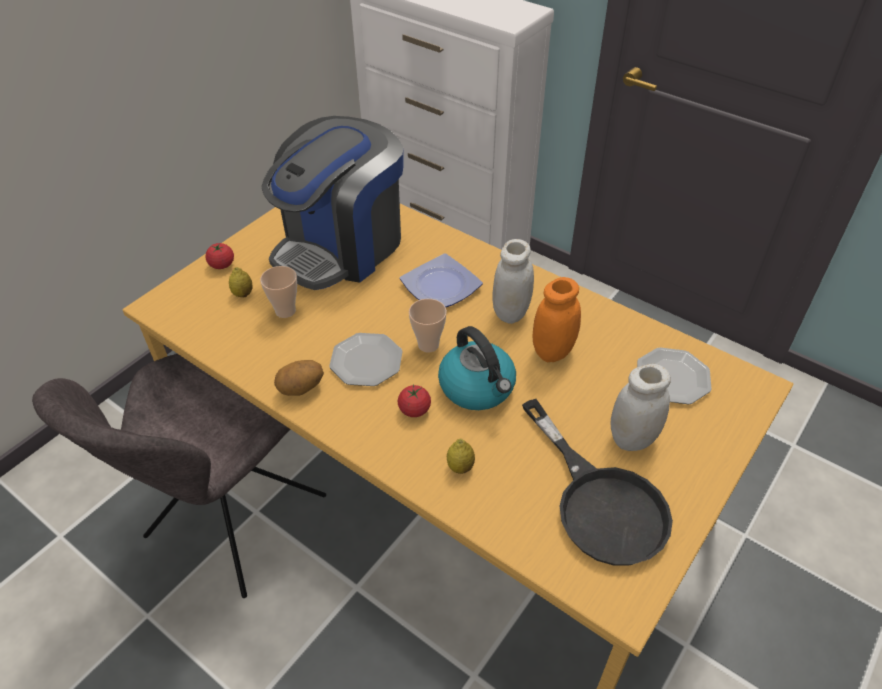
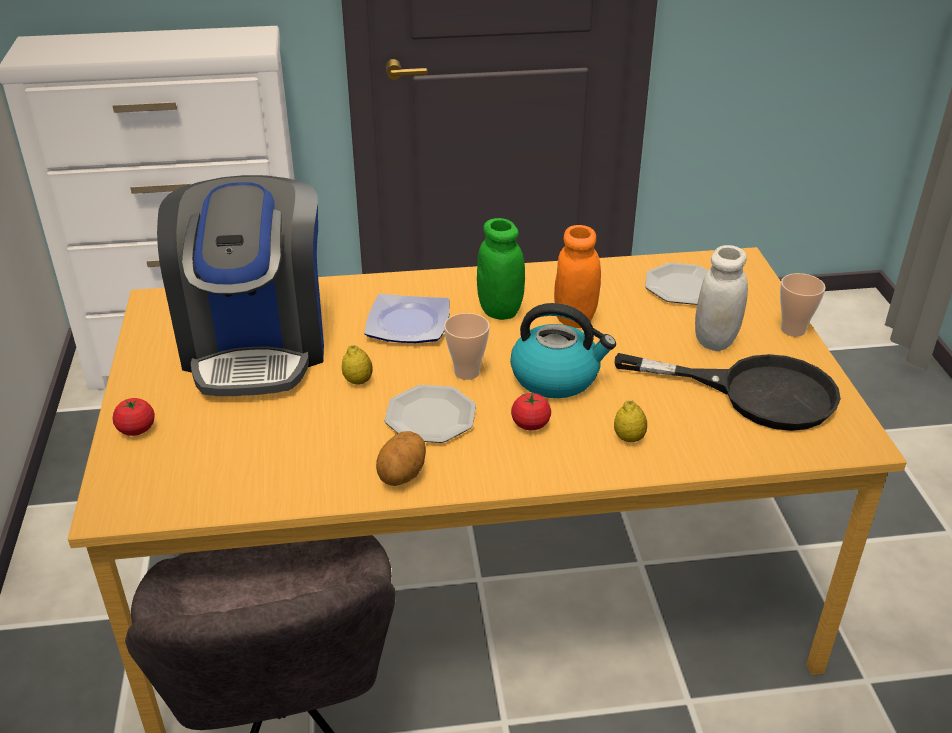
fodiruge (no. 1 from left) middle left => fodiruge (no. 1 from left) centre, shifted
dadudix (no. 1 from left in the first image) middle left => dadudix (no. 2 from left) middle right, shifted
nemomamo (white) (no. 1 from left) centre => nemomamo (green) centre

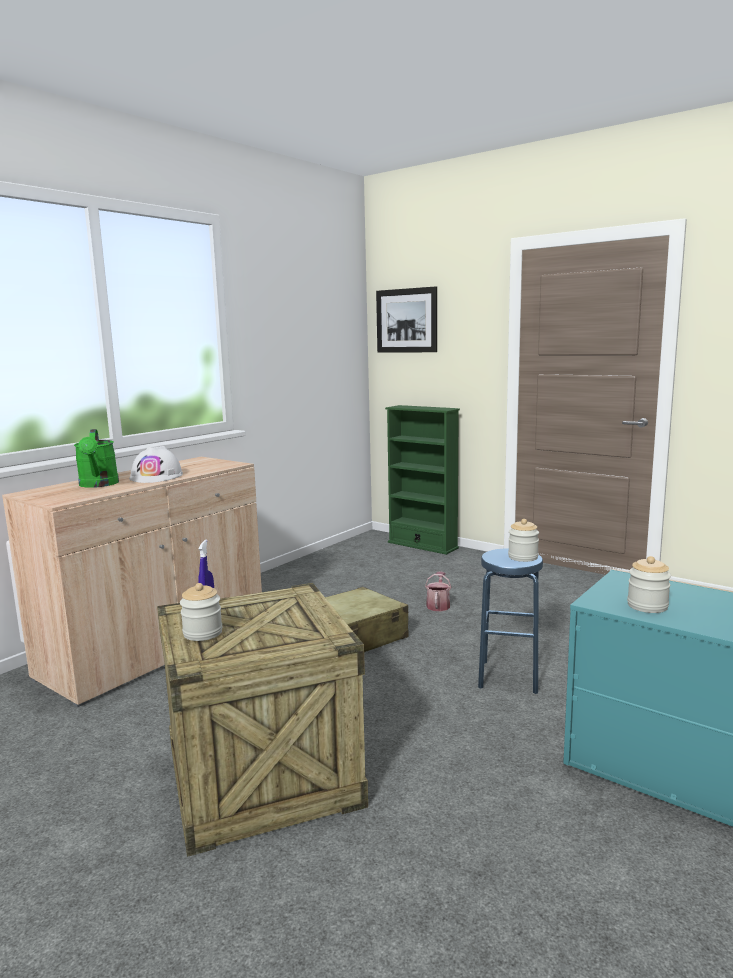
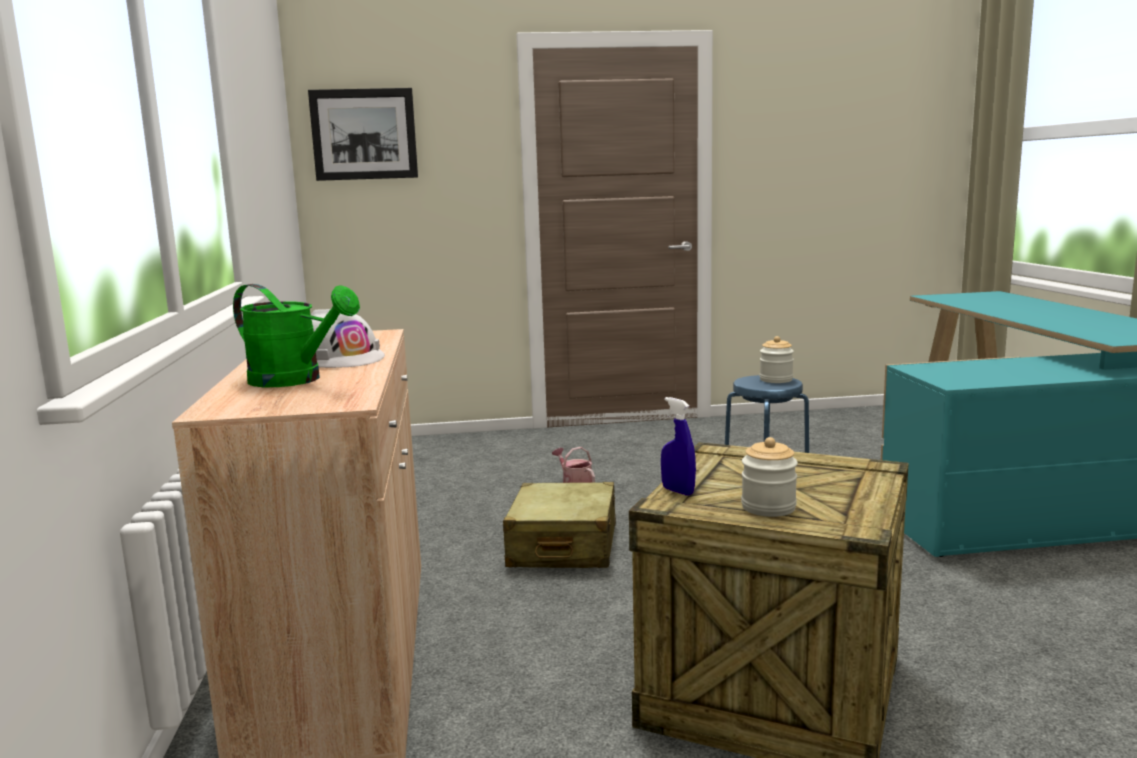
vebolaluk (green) centre => nothing
nemomamo (no. 3 from left) middle right => nothing

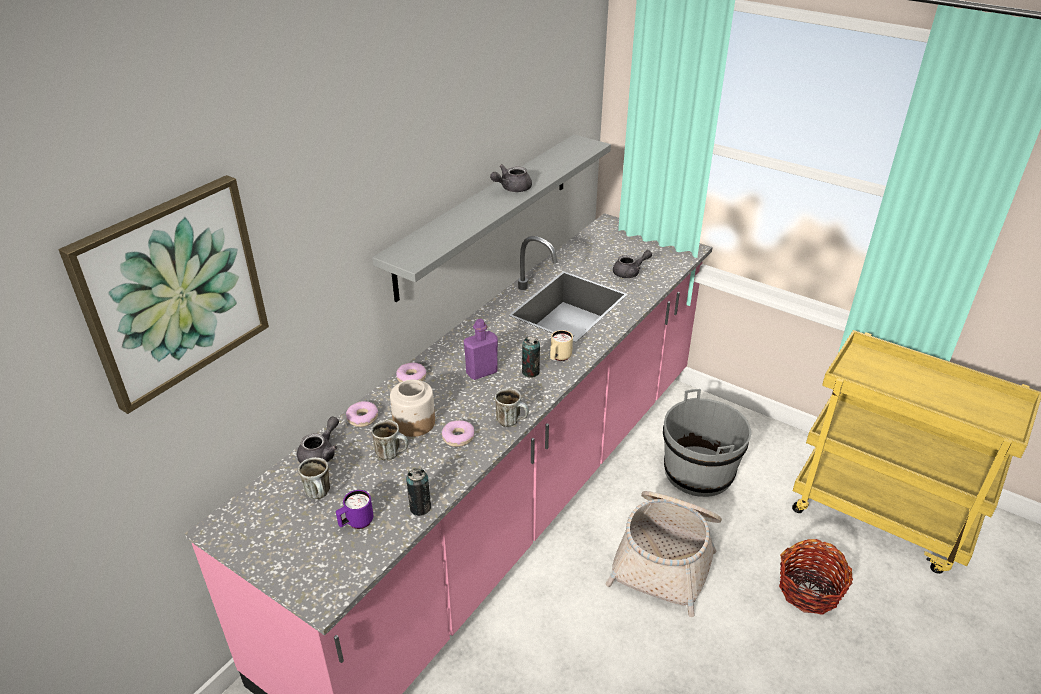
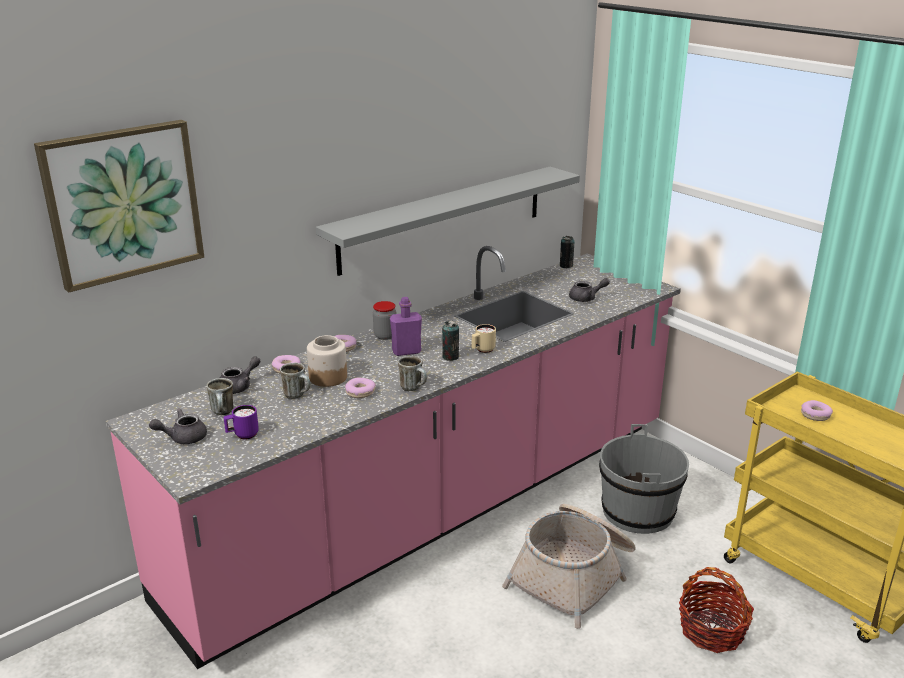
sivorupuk (no. 1 from left in the first image) bottom centre => sivorupuk (no. 2 from left) centre, shifted
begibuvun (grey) (no. 2 from left in the first image) top centre => begibuvun (grey) (no. 1 from left) middle left, shifted
nothing => nemomamo (no. 2 from left) centre
nothing => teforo (no. 4 from left) middle right

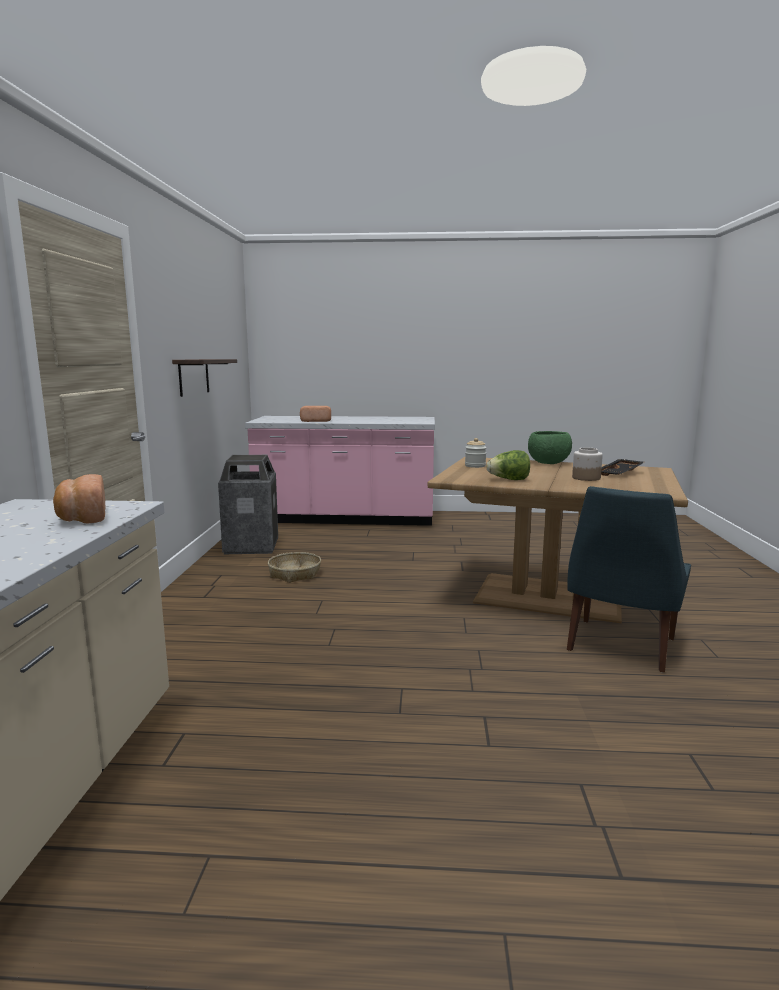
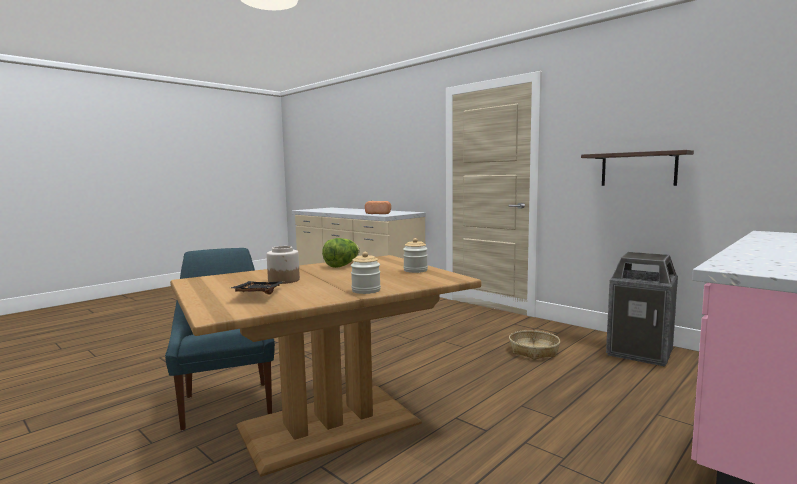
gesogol (no. 2 from left) centre => nothing
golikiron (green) middle right => nemomamo (no. 2 from left) centre

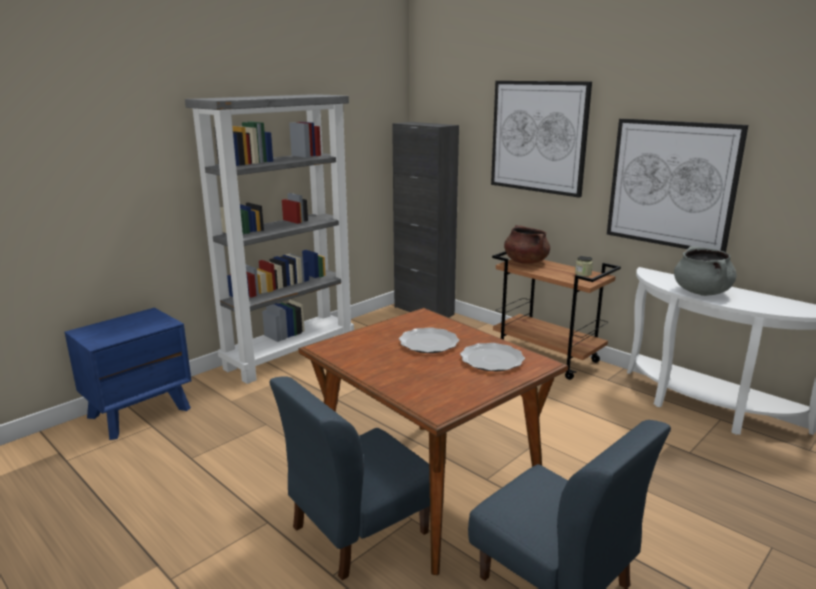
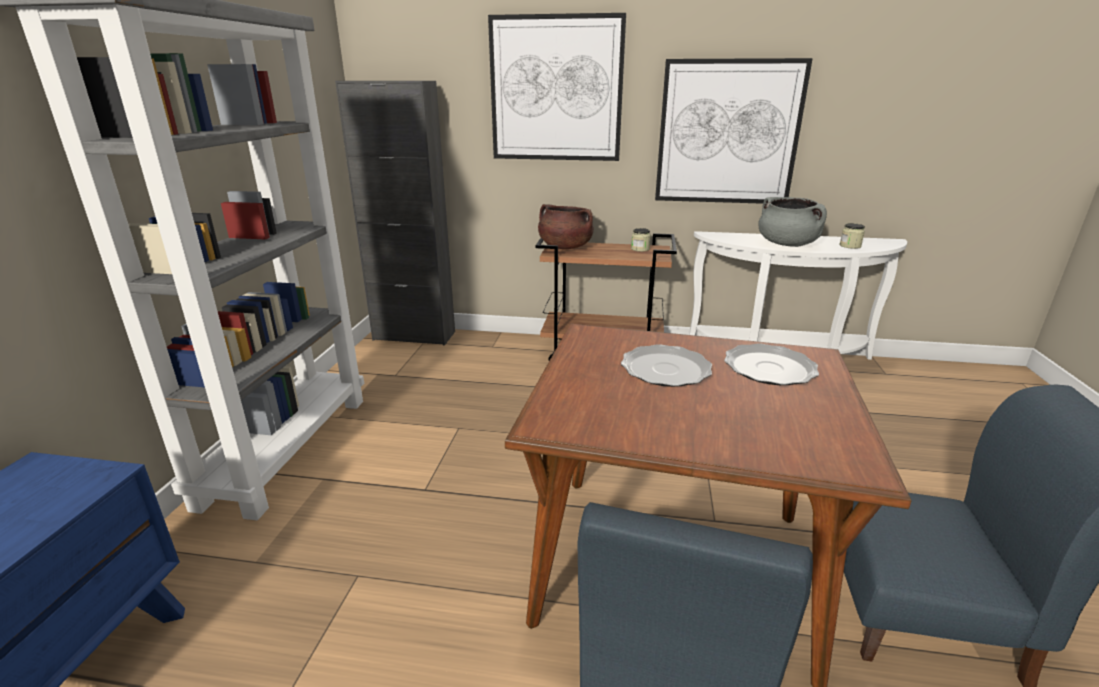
nothing => nemomamo (no. 2 from left) middle right

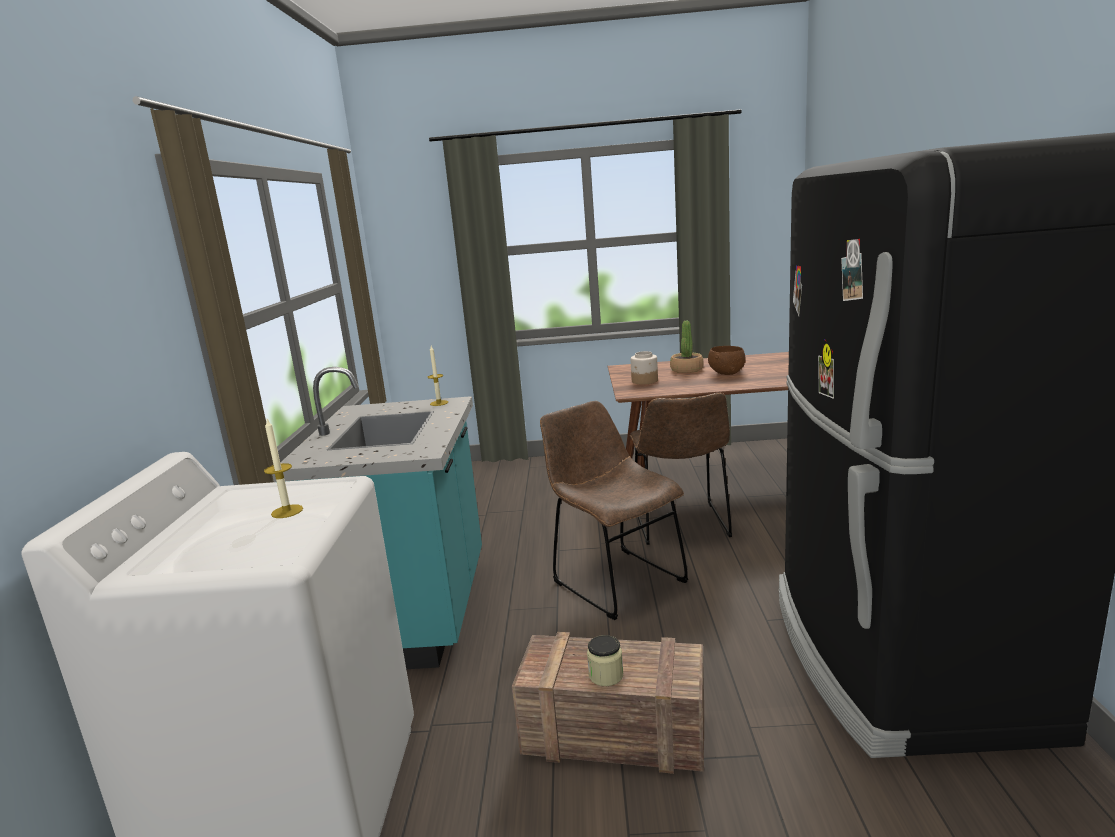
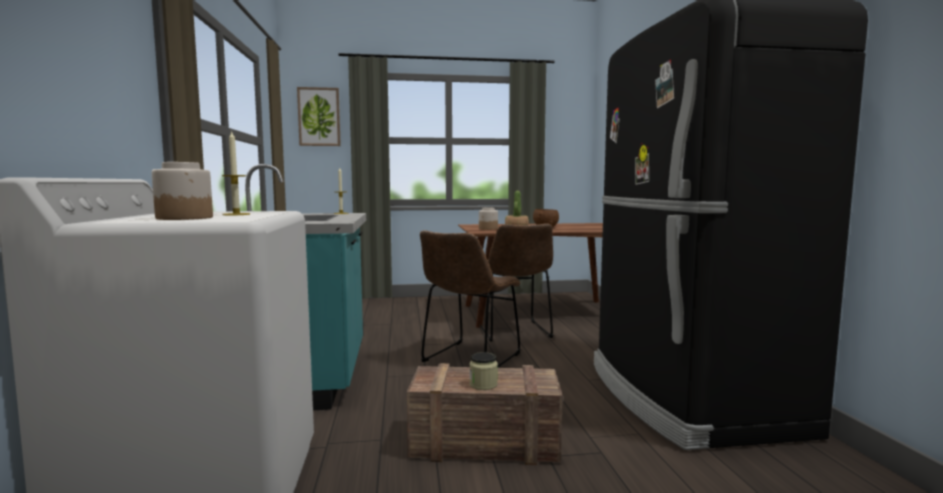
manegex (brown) (no. 1 from left) centre, 105 degrees counterclockwise
nothing => nemomamo (no. 1 from left) middle left
nothing => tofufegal top centre

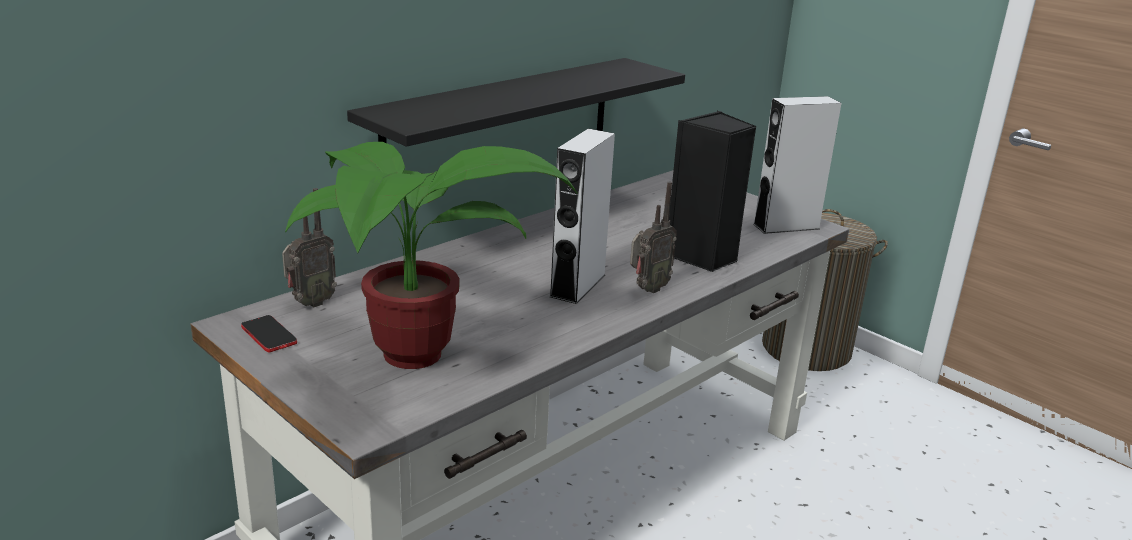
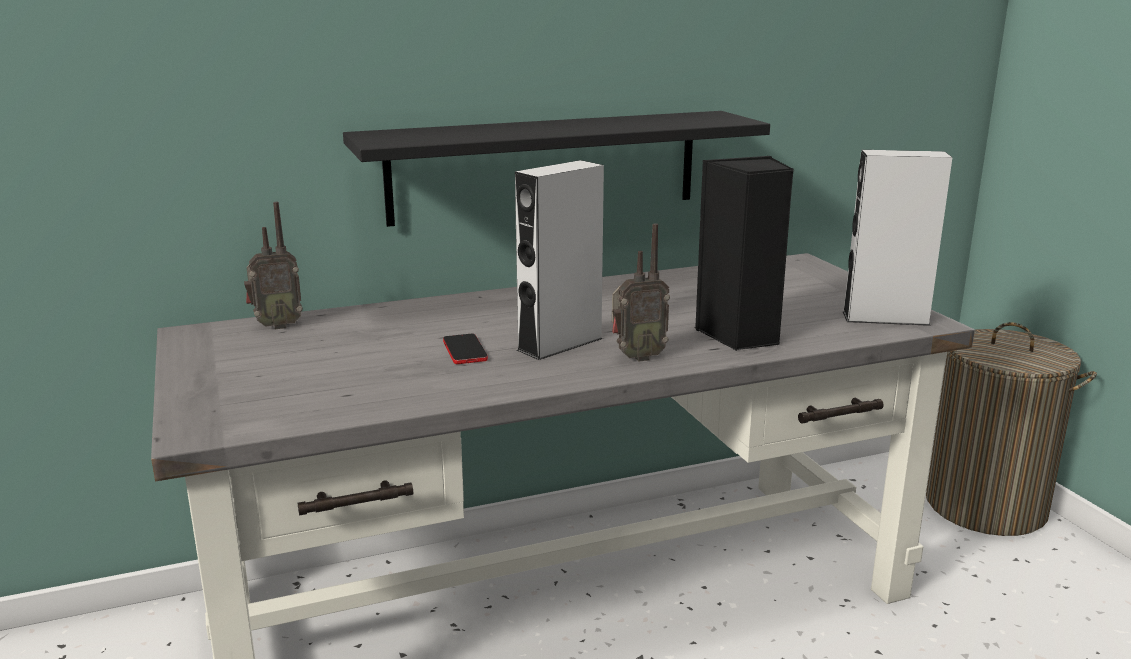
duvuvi middle left => duvuvi centre, shifted
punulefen centre => nothing

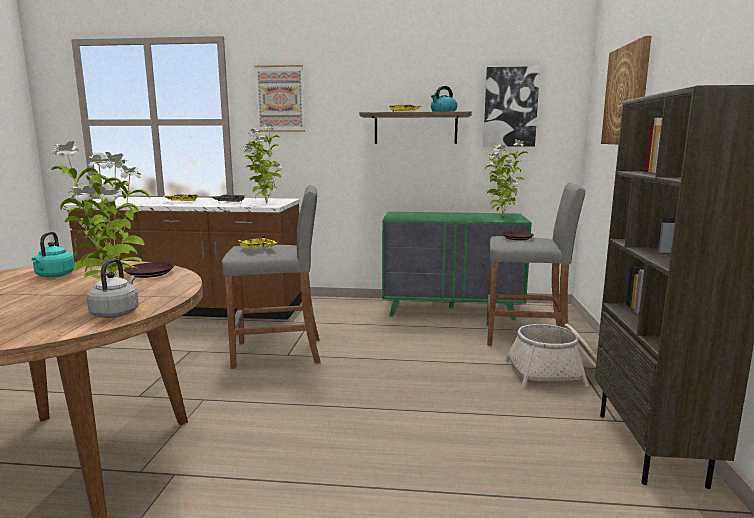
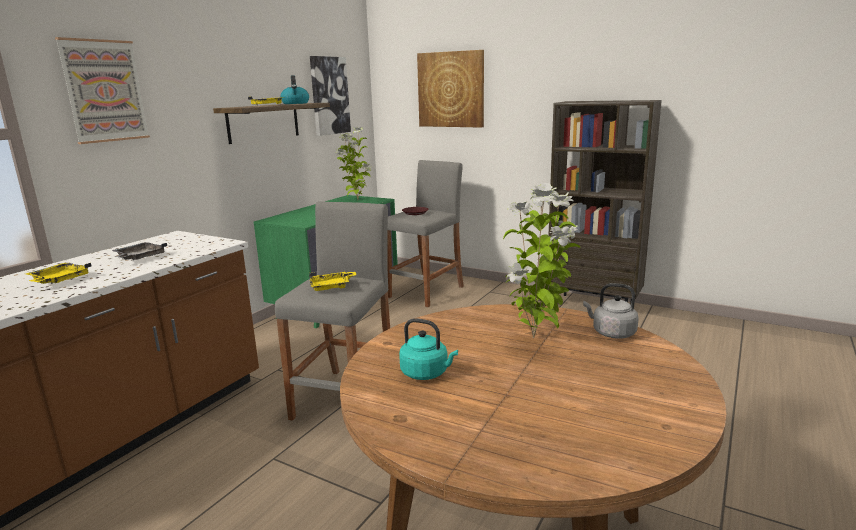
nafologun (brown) (no. 1 from left) middle left => nothing
punulefen (no. 2 from left) top centre => nothing
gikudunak bottom right => nothing

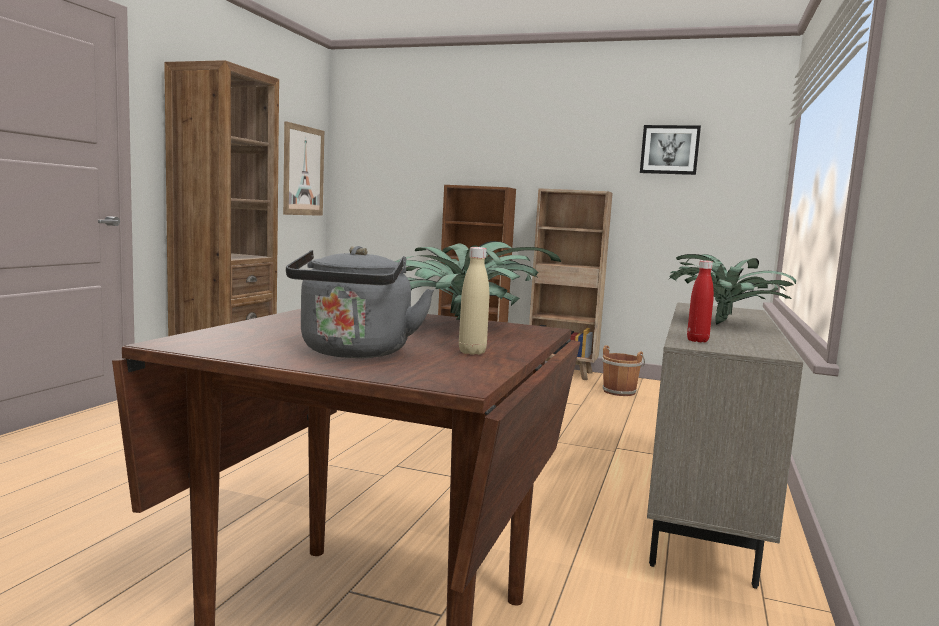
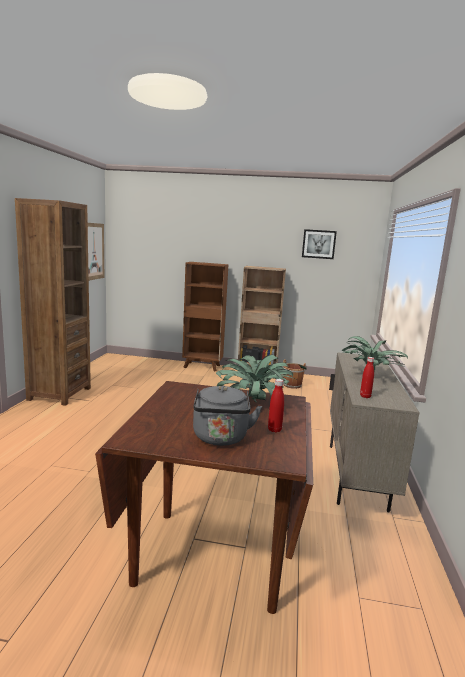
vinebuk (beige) centre => vinebuk (red) (no. 1 from left) centre

